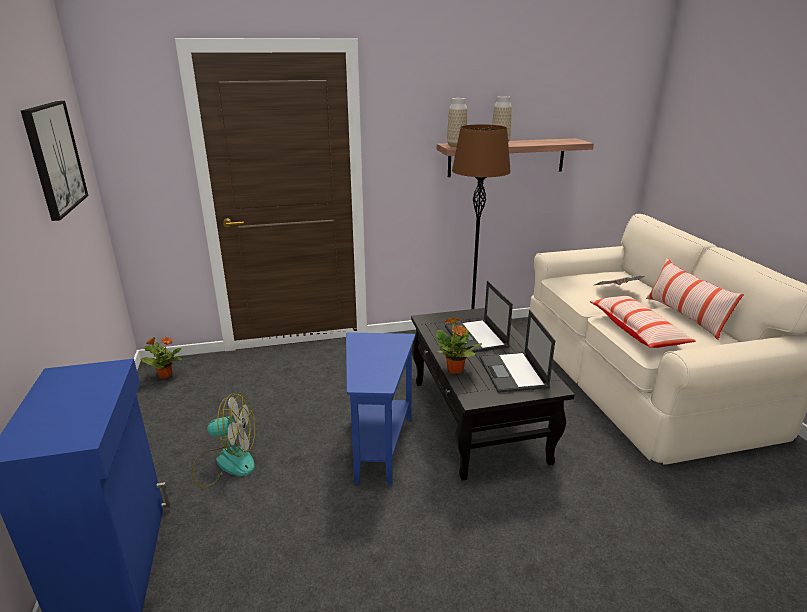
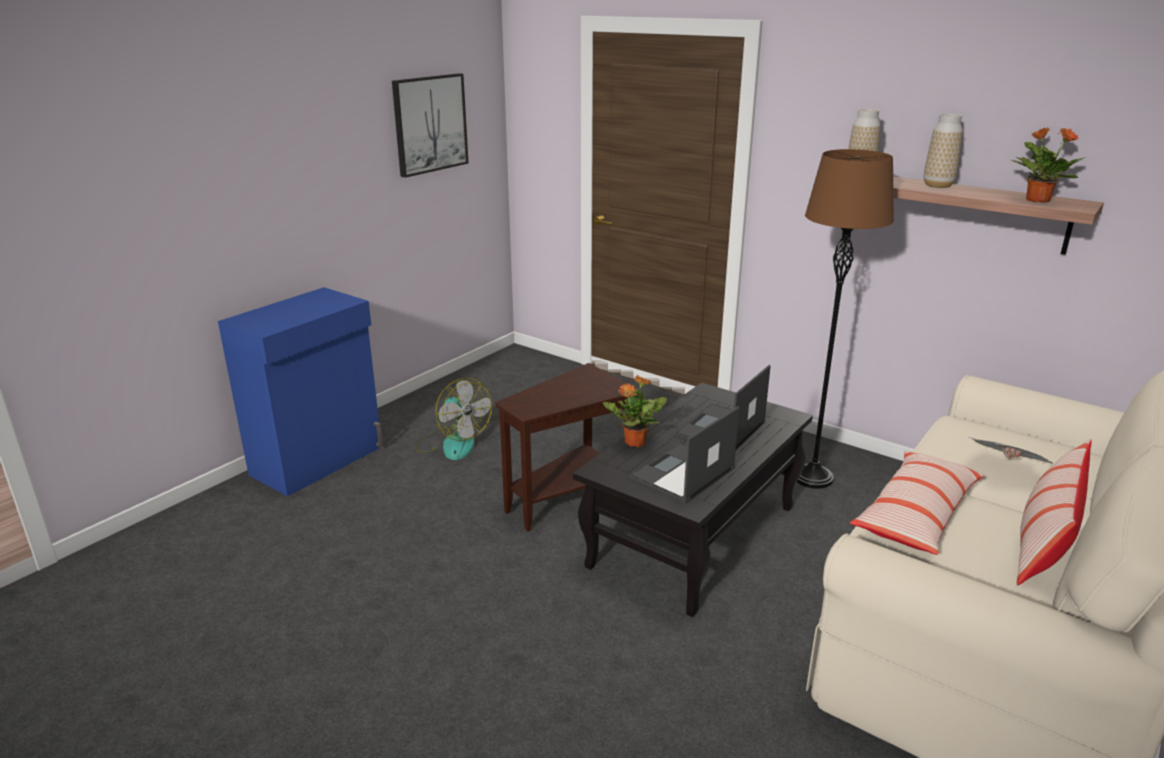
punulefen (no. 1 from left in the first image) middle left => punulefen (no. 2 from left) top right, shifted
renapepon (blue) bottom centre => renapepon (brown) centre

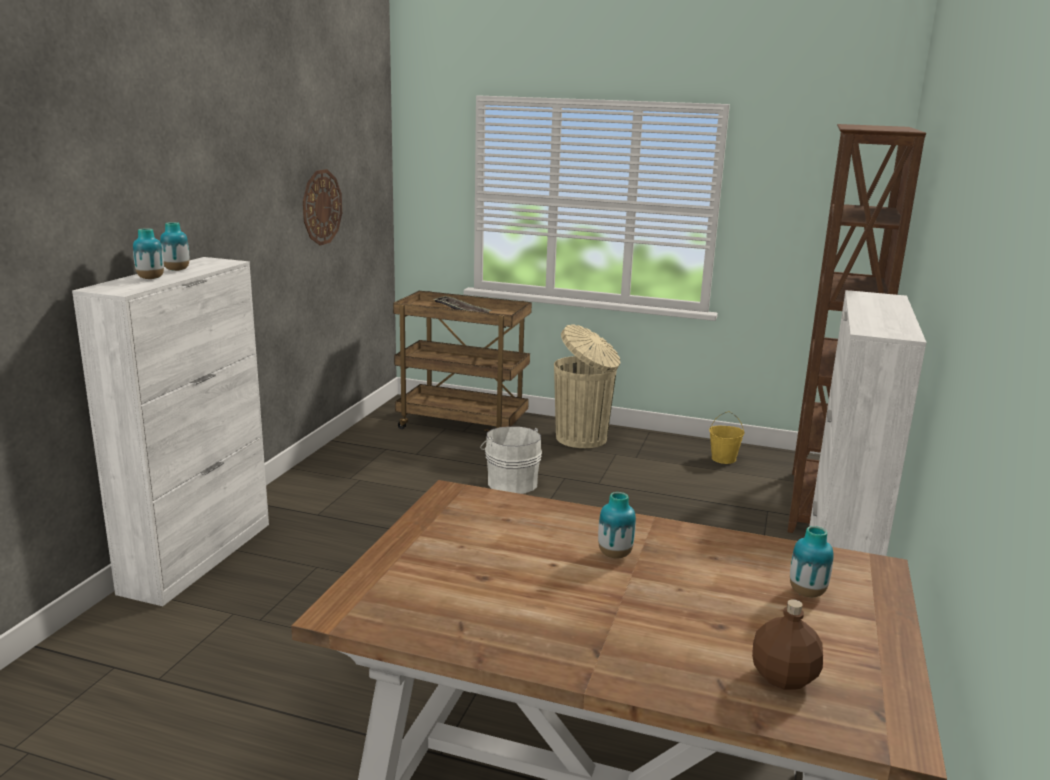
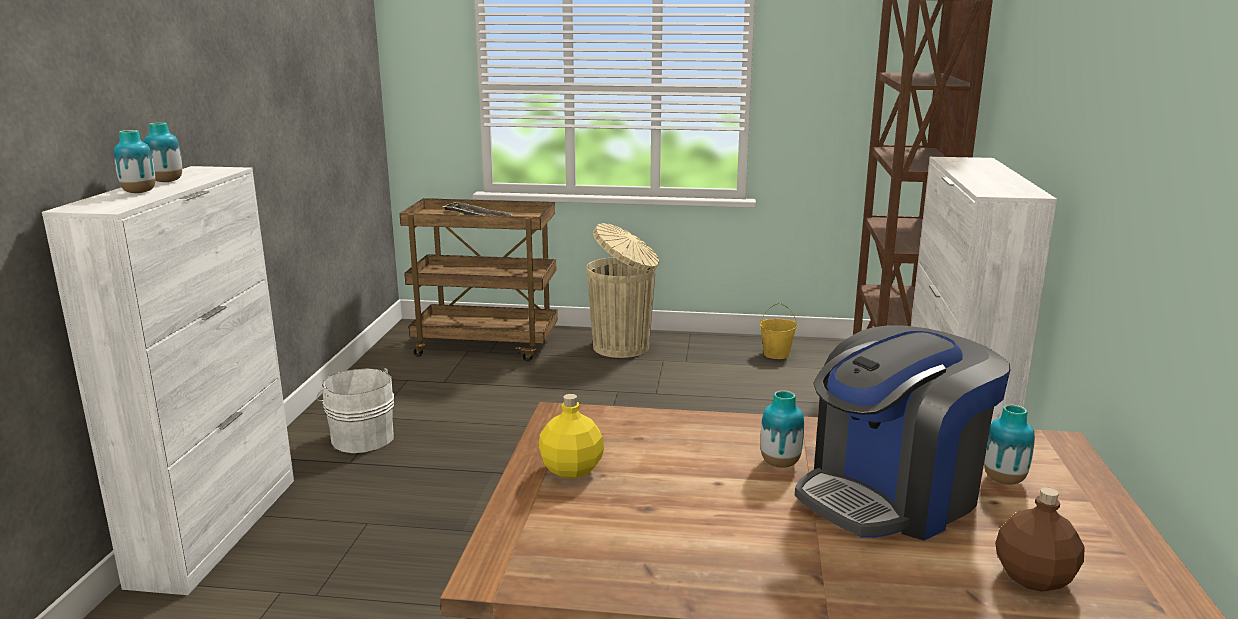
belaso top left => nothing
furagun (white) centre => furagun (white) middle left, shifted
nothing => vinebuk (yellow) bottom centre
nothing => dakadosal bottom right

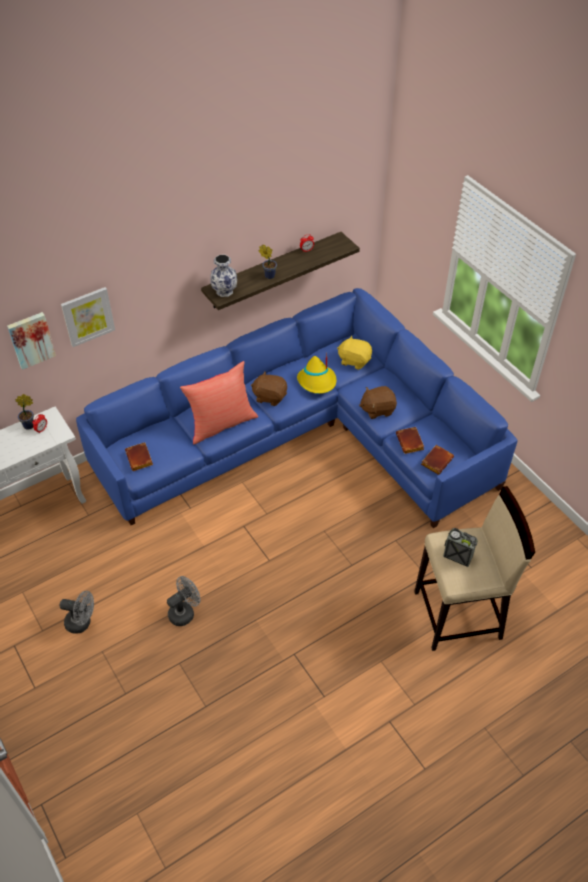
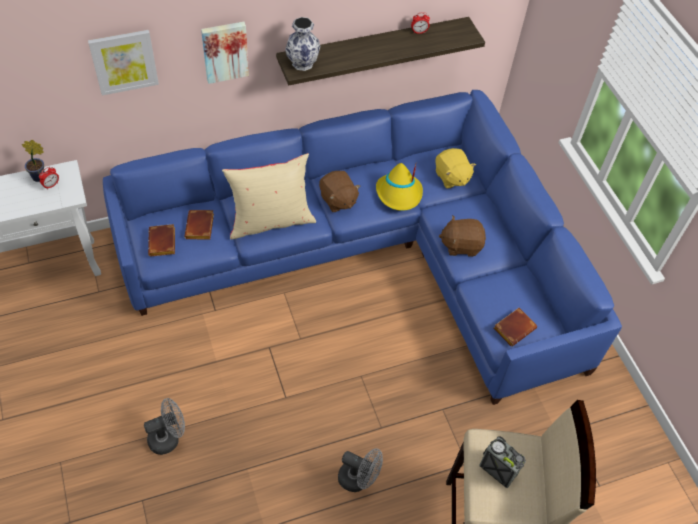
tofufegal (no. 1 from left in the first image) middle left => tofufegal (no. 2 from left) top left, shifted
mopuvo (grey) (no. 1 from left in the first image) bottom left => mopuvo (grey) (no. 2 from left) bottom centre, shifted
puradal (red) centre => puradal (beige) centre
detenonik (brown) (no. 1 from left) centre, 150 degrees counterclockwise
punulefen (no. 2 from left) top centre => nothing
detenonik (yellow) centre => detenonik (yellow) top centre, 150 degrees counterclockwise
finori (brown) (no. 2 from left) middle right => finori (brown) (no. 2 from left) middle left, shifted

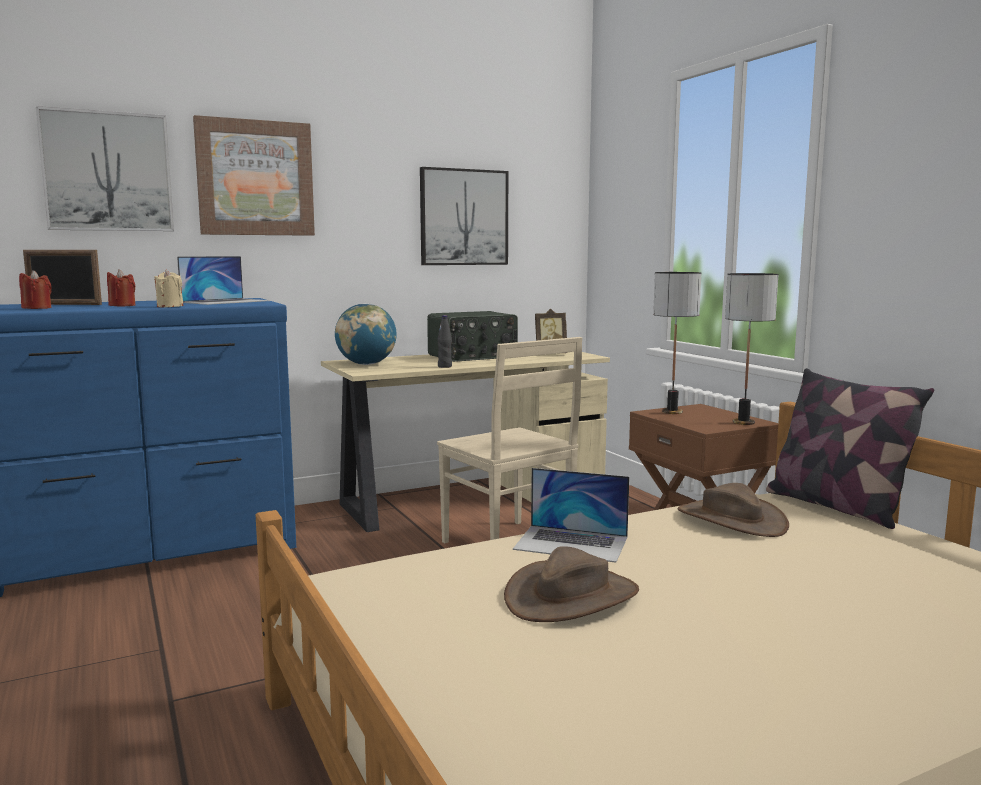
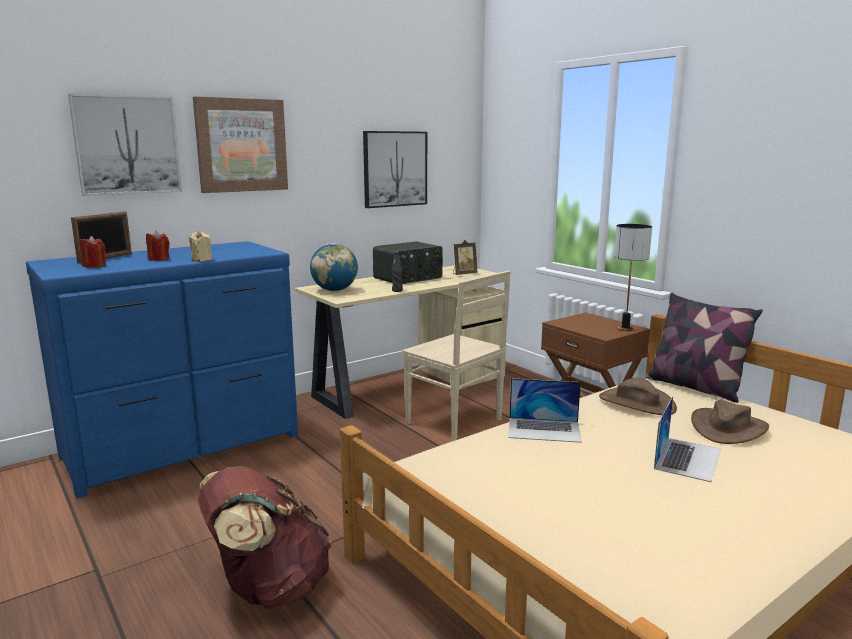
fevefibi (no. 1 from left) middle left, 60 degrees counterclockwise
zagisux (no. 1 from left in the first image) middle left => zagisux (no. 2 from left) bottom right, shifted
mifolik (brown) (no. 1 from left in the first image) bottom centre => mifolik (brown) (no. 2 from left) middle right, shifted
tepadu (no. 1 from left) middle right => nothing
nothing => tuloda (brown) bottom left

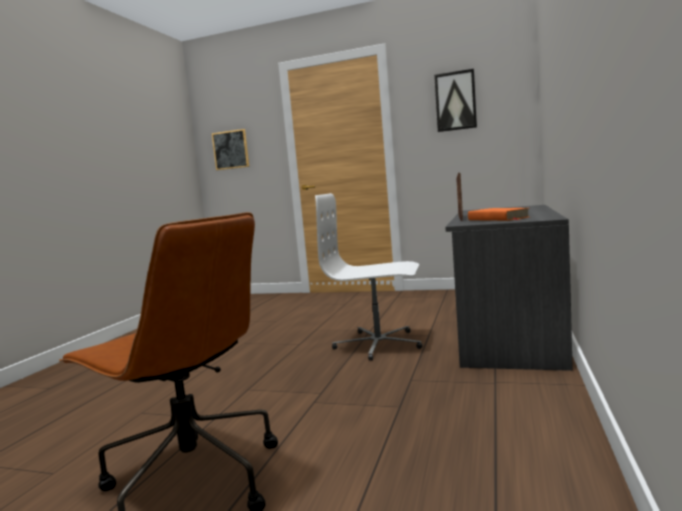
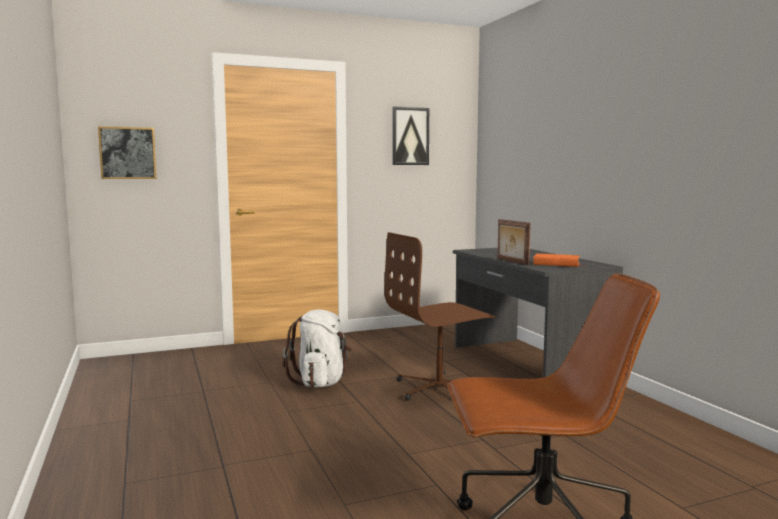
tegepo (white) centre => tegepo (brown) (no. 1 from left) centre
nothing => tuloda (white) bottom centre

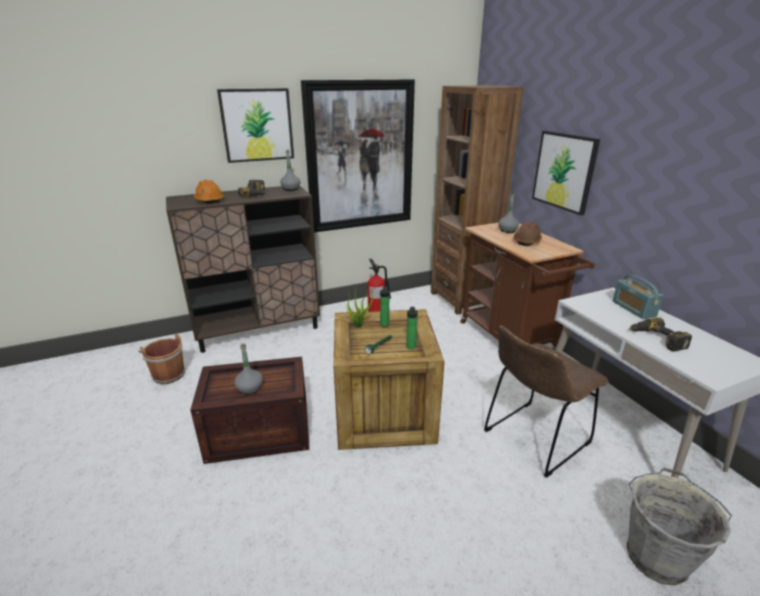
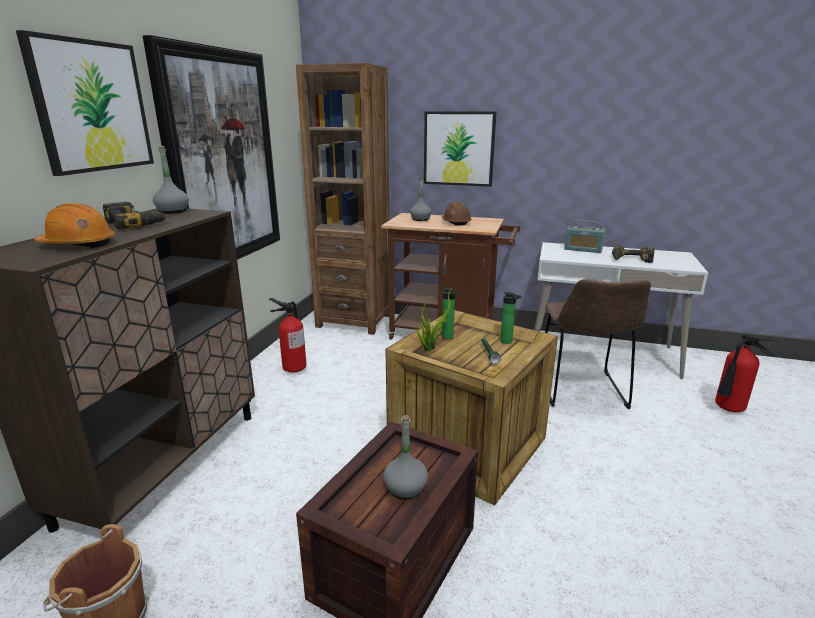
furagun (grey) bottom right => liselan (no. 2 from left) middle right

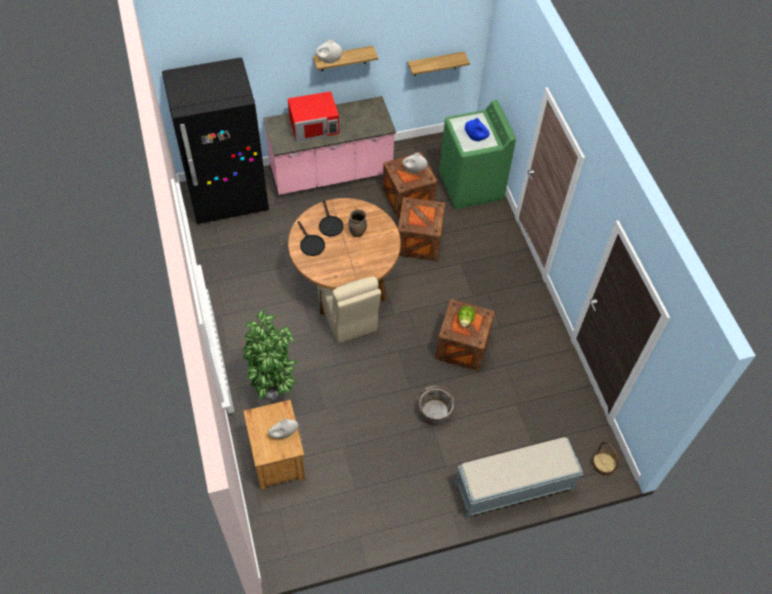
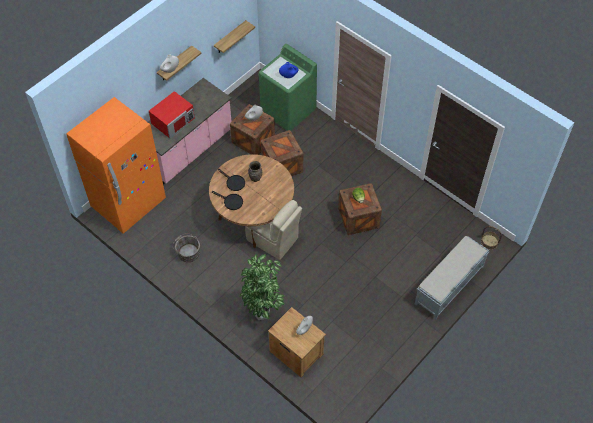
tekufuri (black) top left => tekufuri (orange) middle left
furagun (grey) bottom centre => furagun (grey) middle left, shifted

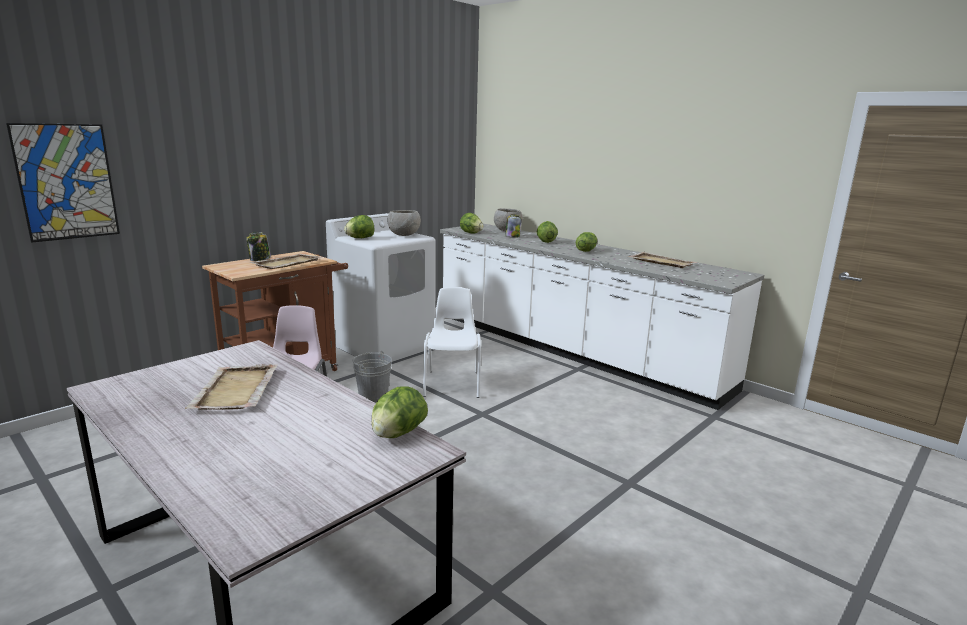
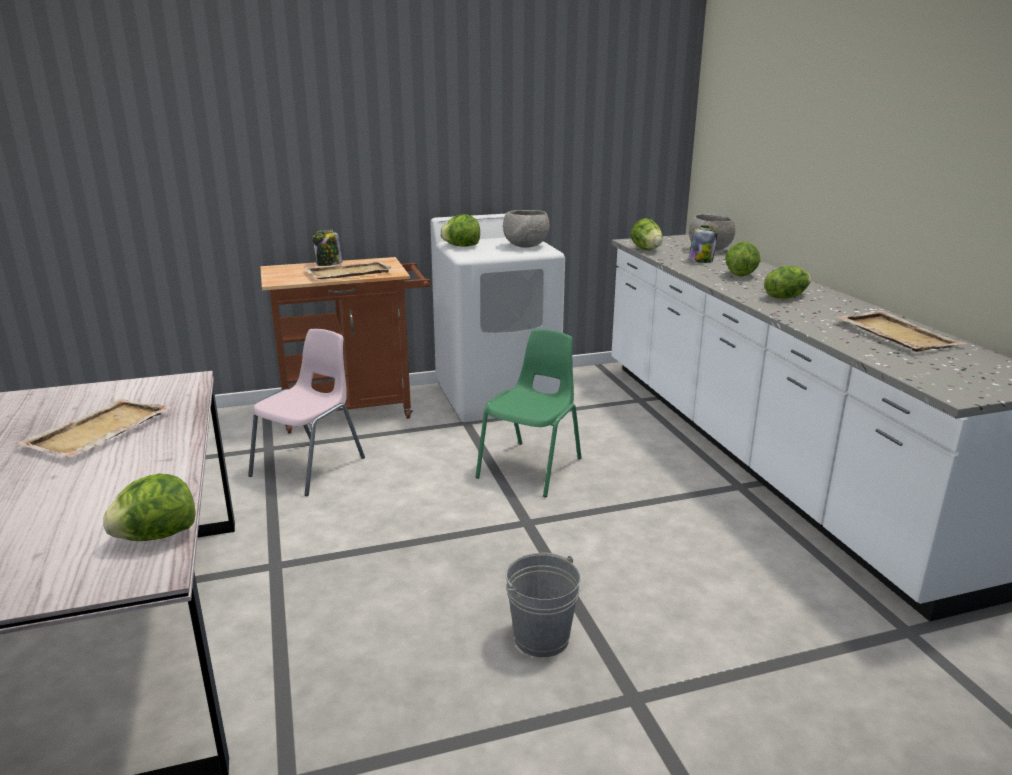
tofufegal top left => nothing
furagun (grey) centre => furagun (grey) bottom centre, shifted
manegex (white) centre => manegex (green) centre

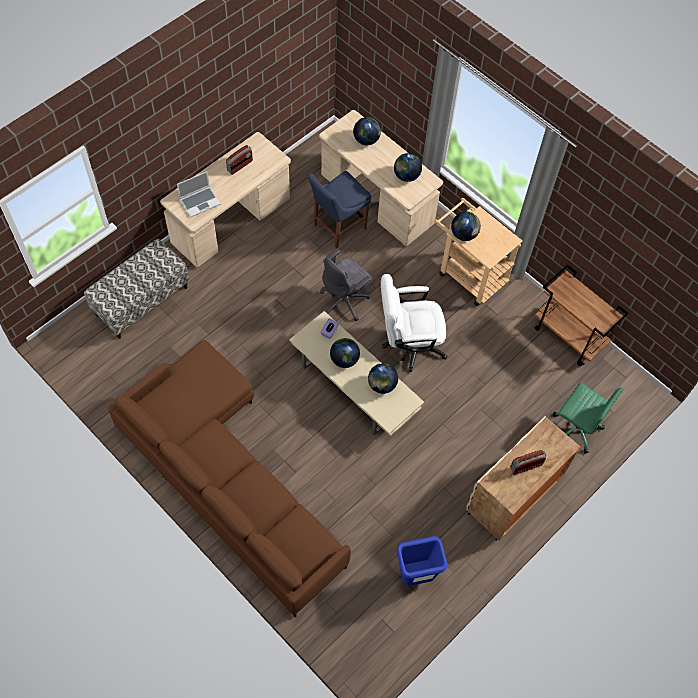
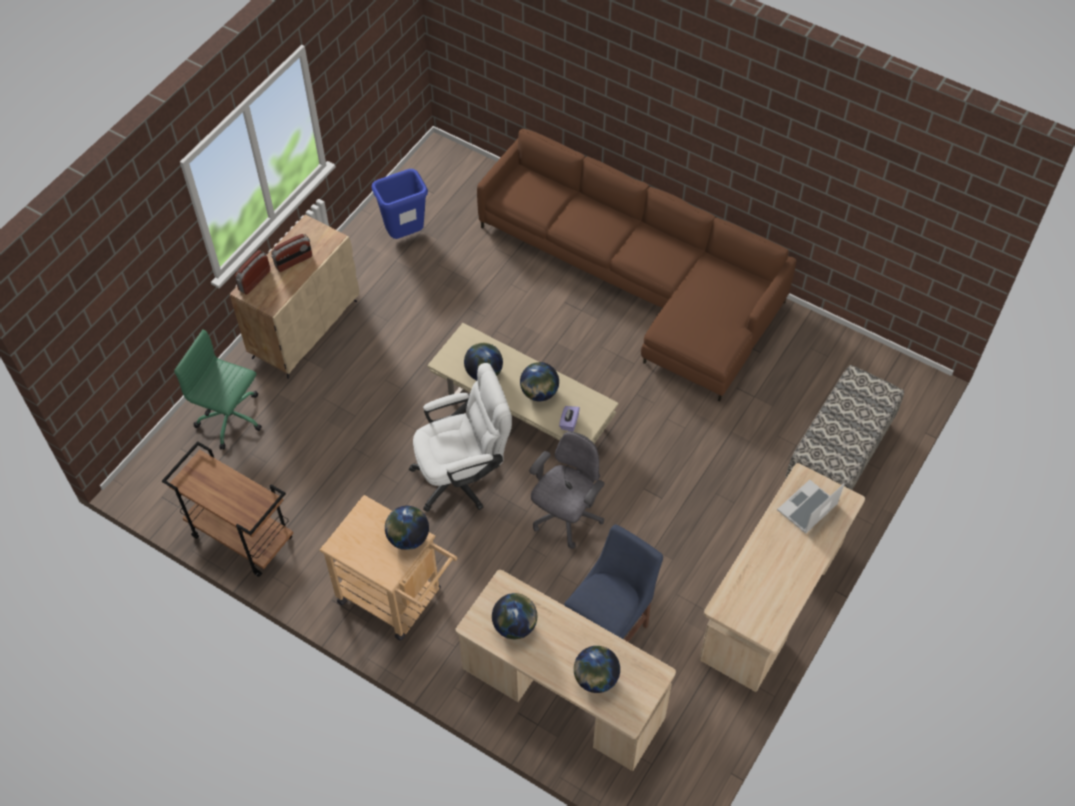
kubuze (no. 1 from left) top centre => kubuze (no. 1 from left) middle left, shifted

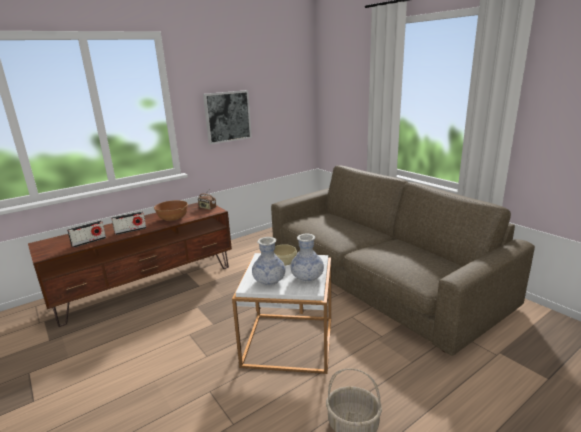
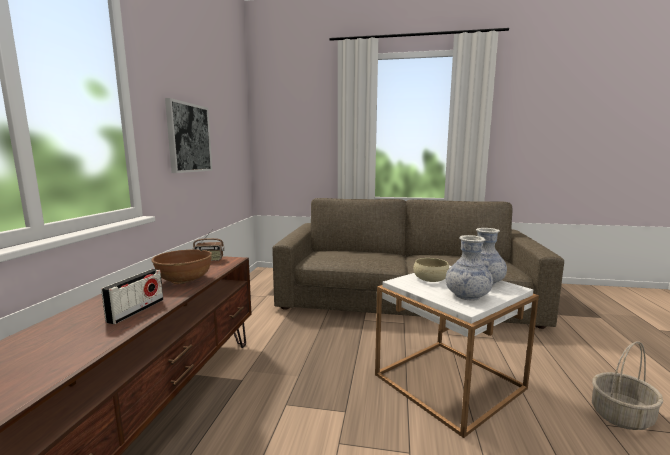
kubuze (no. 1 from left) middle left => nothing

